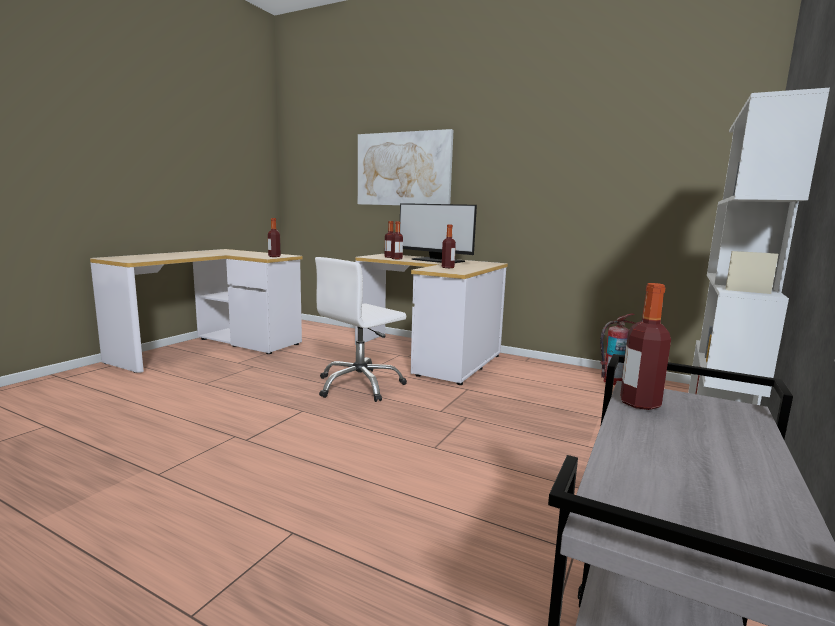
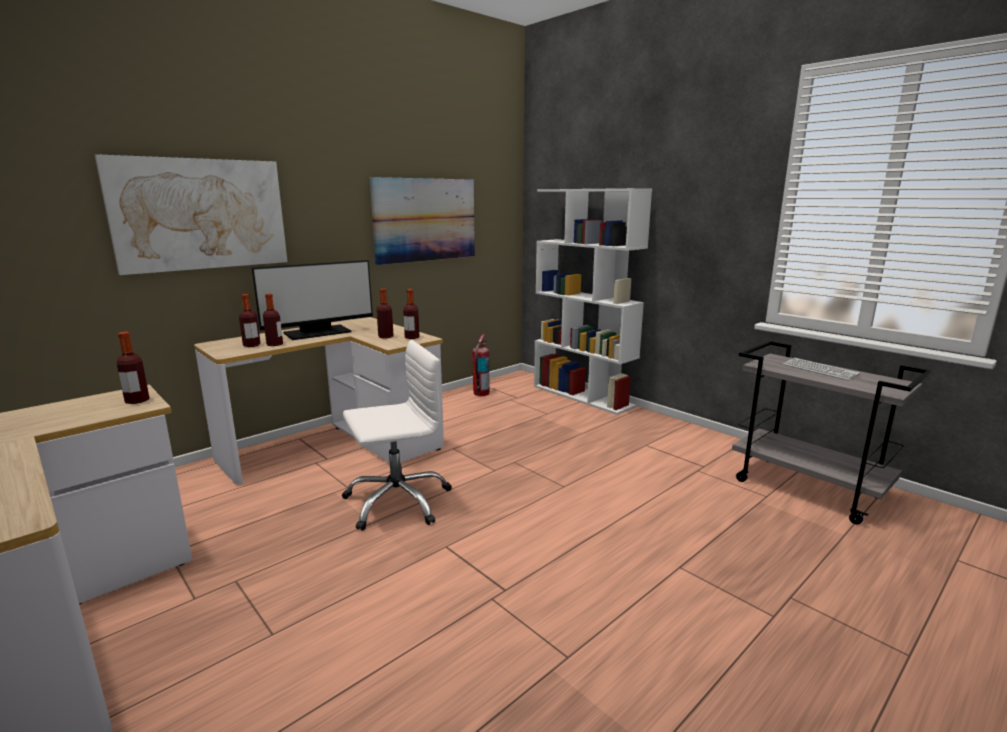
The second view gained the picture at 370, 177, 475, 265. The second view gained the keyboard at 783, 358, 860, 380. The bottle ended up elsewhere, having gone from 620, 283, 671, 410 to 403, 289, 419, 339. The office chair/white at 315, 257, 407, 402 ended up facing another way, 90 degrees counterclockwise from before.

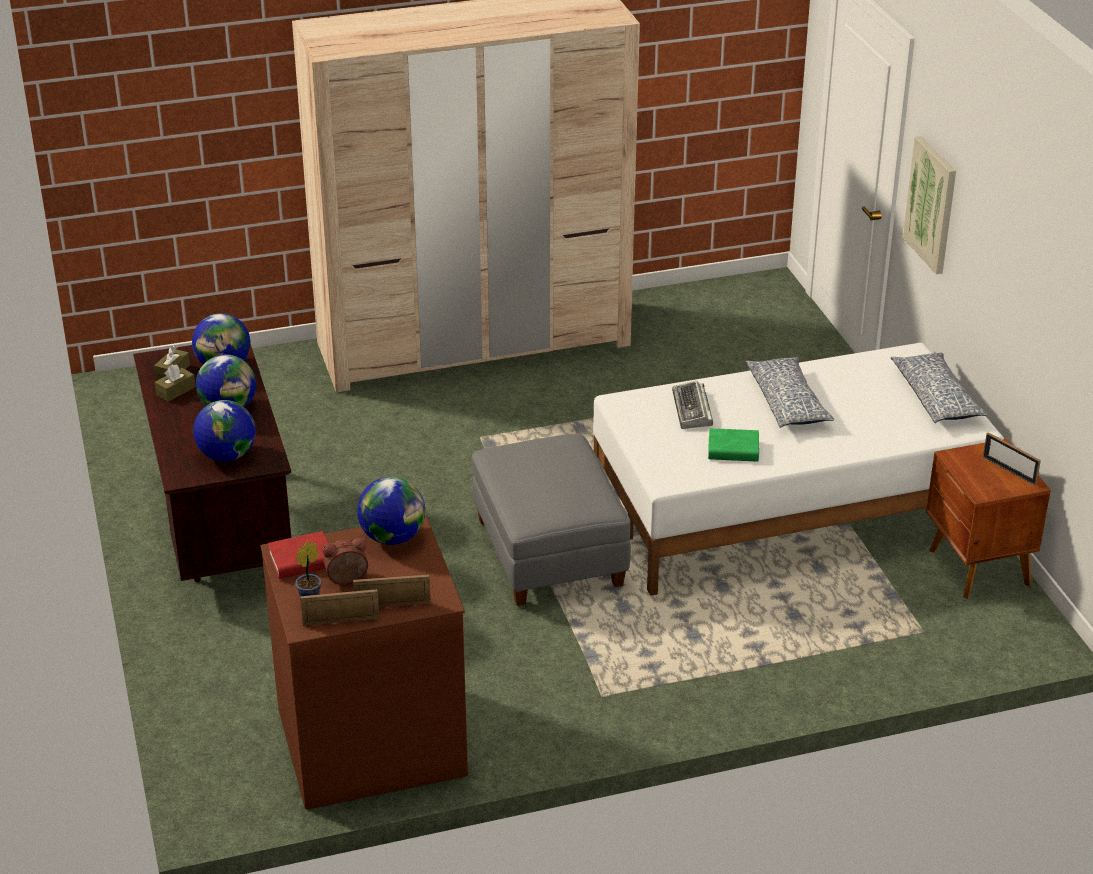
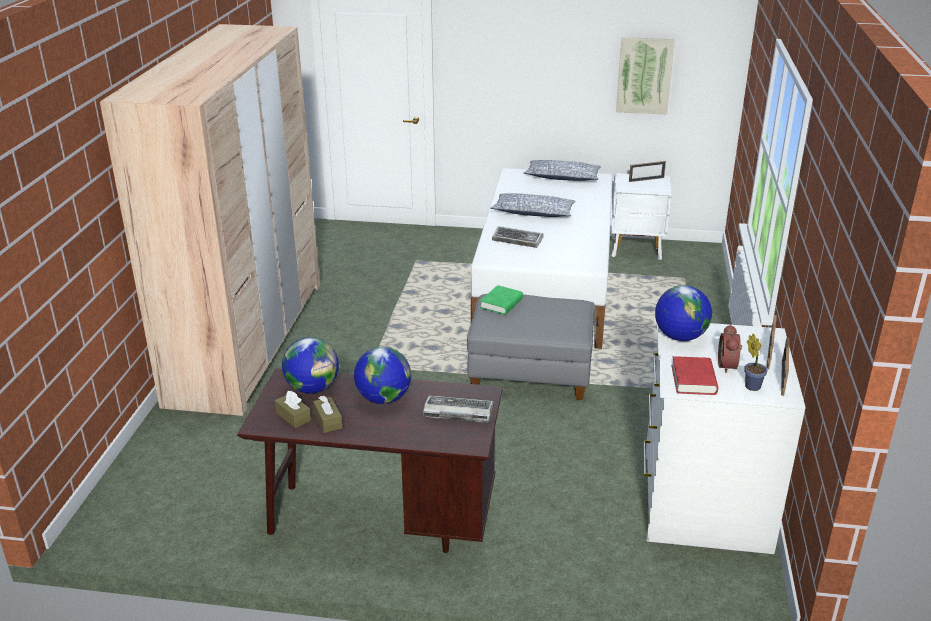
The book/green ended up elsewhere, having gone from 708, 428, 759, 462 to 480, 285, 523, 315. The picture ended up elsewhere, having gone from 903, 136, 956, 274 to 616, 37, 675, 115. Where the globe stood at 193, 400, 256, 462, the keyboard came to stand at 423, 395, 494, 423. What was the dresser/brown at 260, 516, 468, 810 turned into the dresser/white at 643, 323, 806, 554. What was the nightstand/brown at 926, 439, 1051, 599 turned into the nightstand/white at 611, 173, 671, 260.

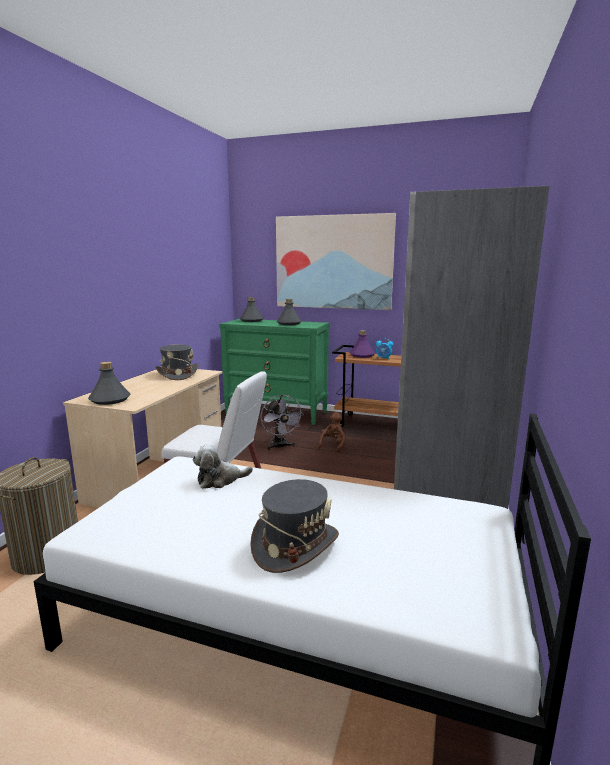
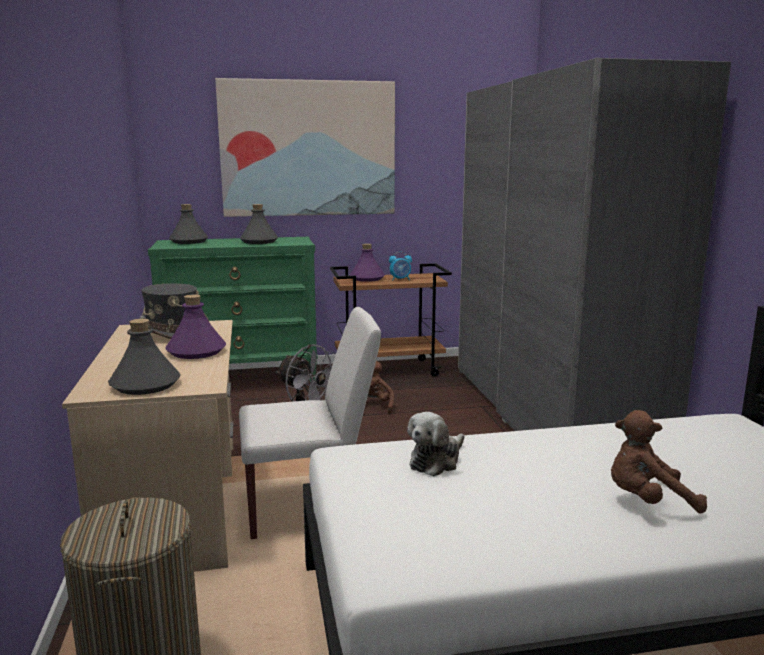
The second view gained the bottle/purple at 165, 294, 226, 359. Where the hat/grey stood at 250, 479, 339, 573, the plush toy/brown came to stand at 611, 410, 707, 513.

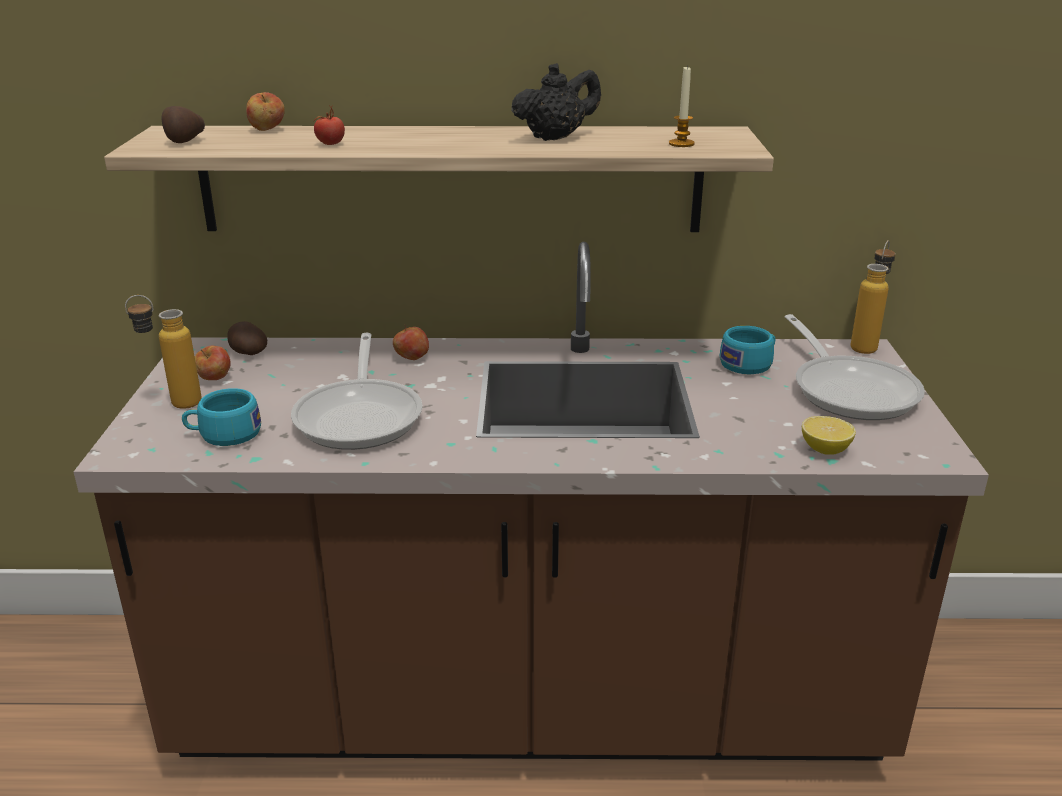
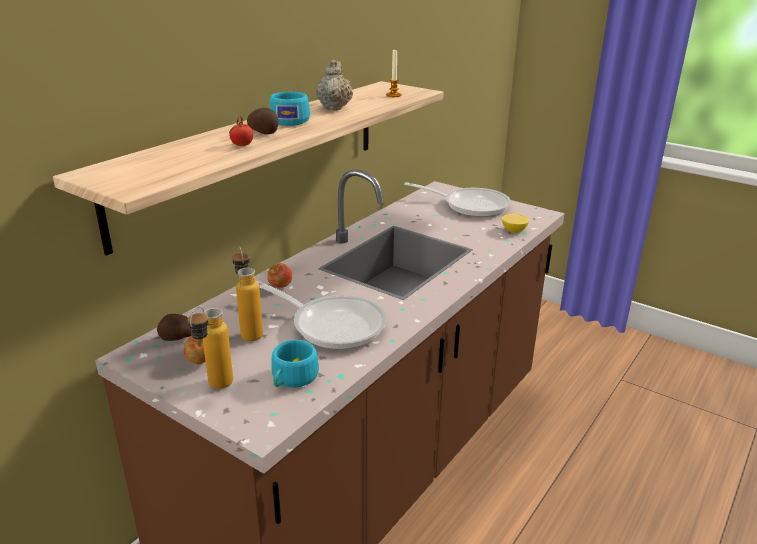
The second view lost the apple at 246, 92, 285, 131. The potato ended up elsewhere, having gone from 162, 106, 205, 143 to 247, 107, 278, 134. The cup/turquoise ended up elsewhere, having gone from 719, 326, 775, 374 to 269, 92, 310, 126. The bottle ended up elsewhere, having gone from 851, 240, 896, 354 to 232, 247, 263, 341. What was the teapot/black at 511, 63, 601, 141 turned into the teapot/beige at 316, 59, 353, 110.

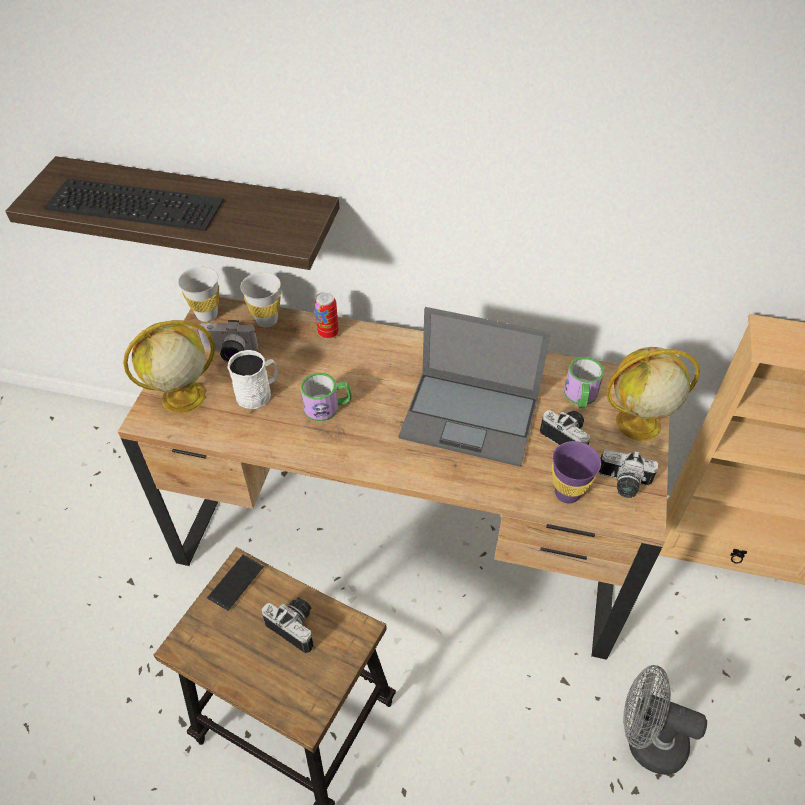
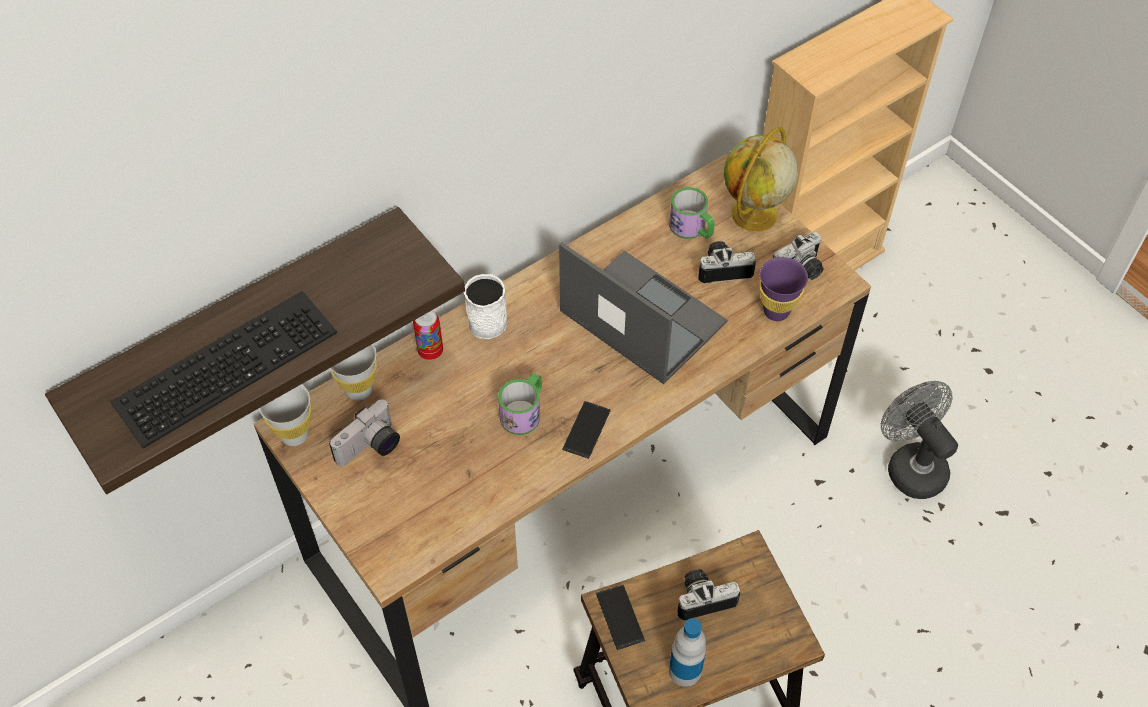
The second view lost the globe at 123, 320, 215, 414. The second view gained the phone at 562, 401, 611, 459. The second view gained the bottle at 669, 618, 706, 687. The mug/white ended up elsewhere, having gone from 228, 350, 278, 409 to 464, 274, 508, 339. The laptop at 399, 307, 551, 467 ended up facing another way, 105 degrees counterclockwise from before. The fan/grey at 623, 665, 707, 775 ended up facing another way, 90 degrees clockwise from before.

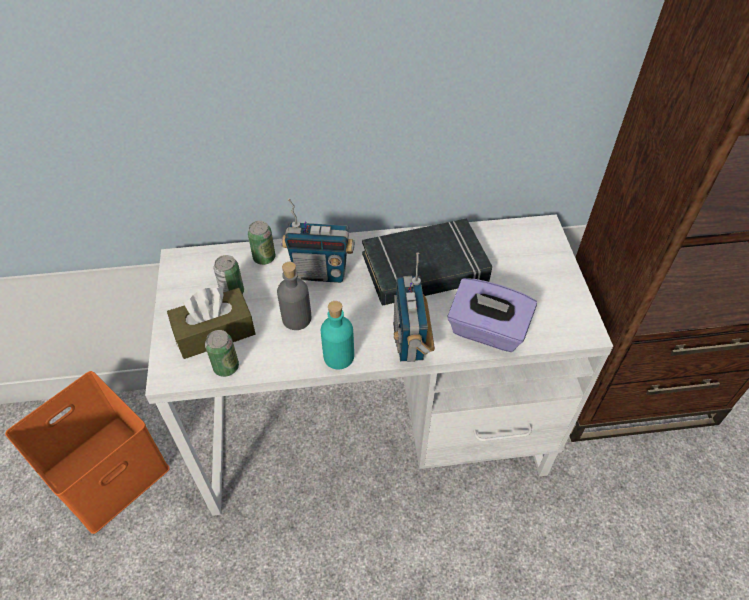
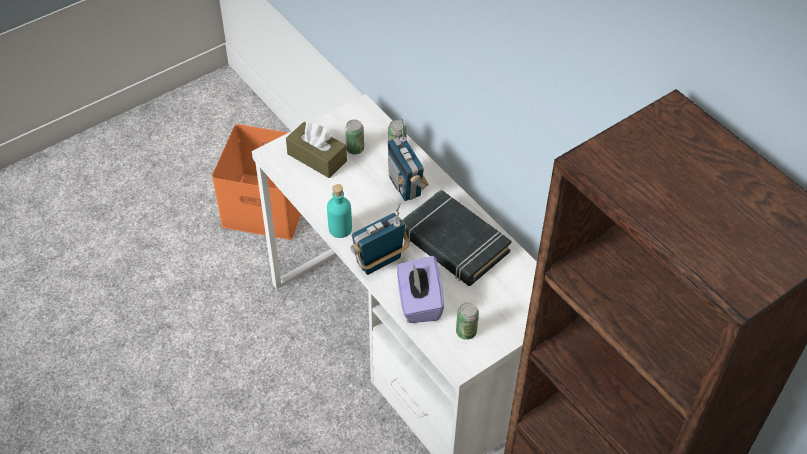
The second view lost the bottle/grey at 277, 262, 311, 330. The can ended up elsewhere, having gone from 205, 330, 239, 377 to 456, 302, 479, 340.

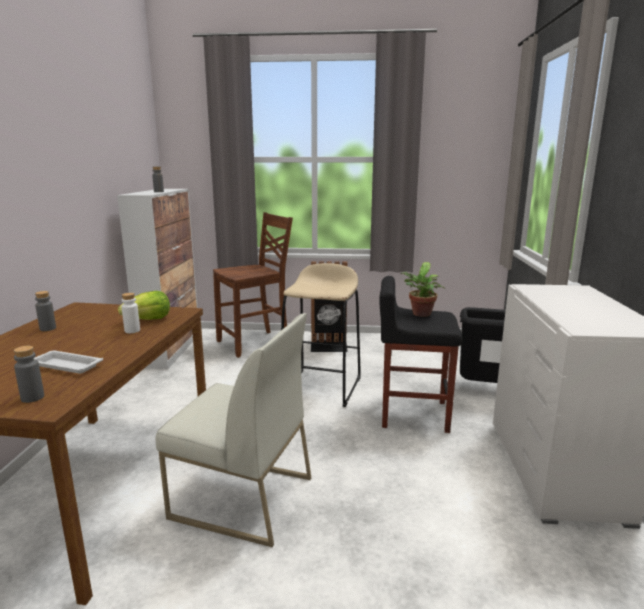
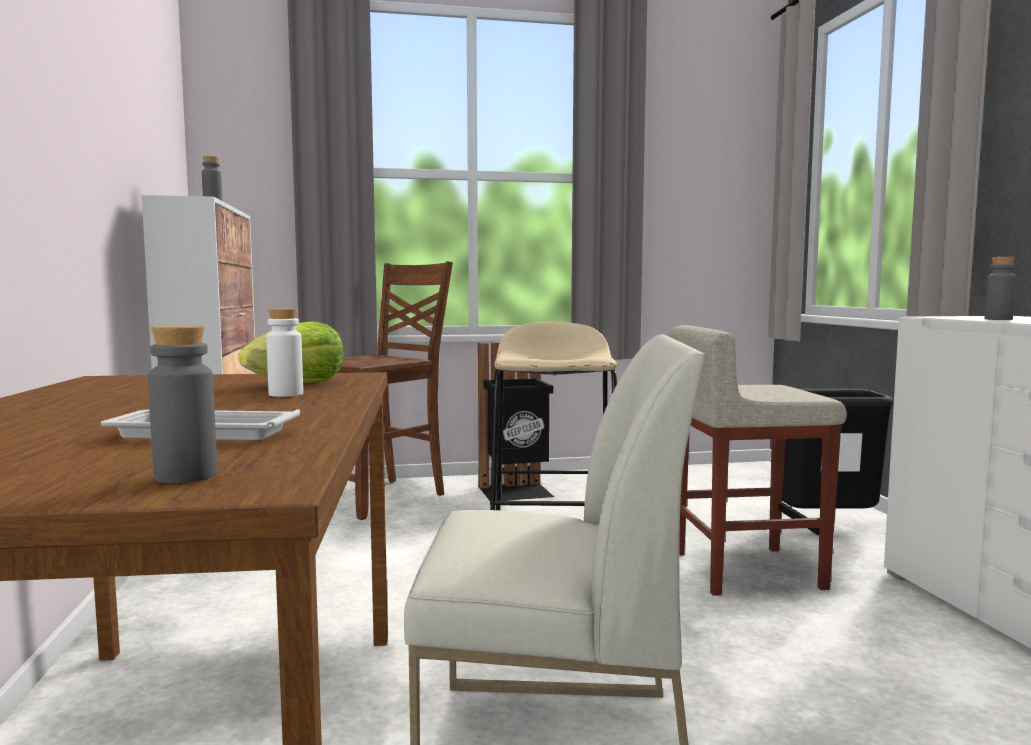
The second view lost the potted plant at 400, 262, 445, 317. The bottle/grey ended up elsewhere, having gone from 35, 291, 56, 331 to 984, 257, 1016, 320. What was the stool/black at 379, 276, 462, 433 turned into the stool/beige at 668, 325, 847, 596.

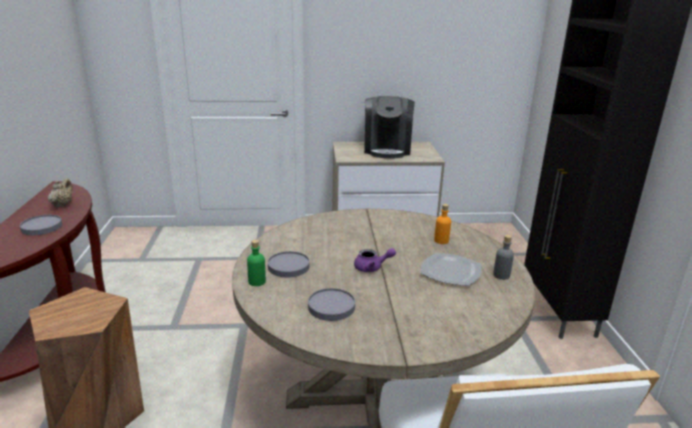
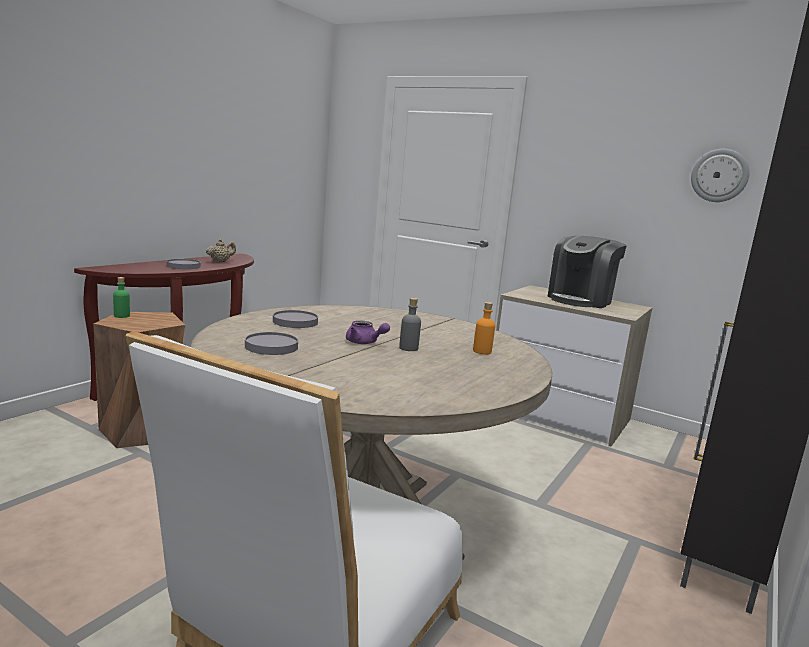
The second view lost the plate at 420, 253, 482, 286. The second view gained the wall clock at 691, 149, 750, 202. The bottle/green ended up elsewhere, having gone from 247, 240, 266, 286 to 113, 277, 130, 318. The bottle/grey ended up elsewhere, having gone from 493, 235, 514, 280 to 399, 298, 421, 351.

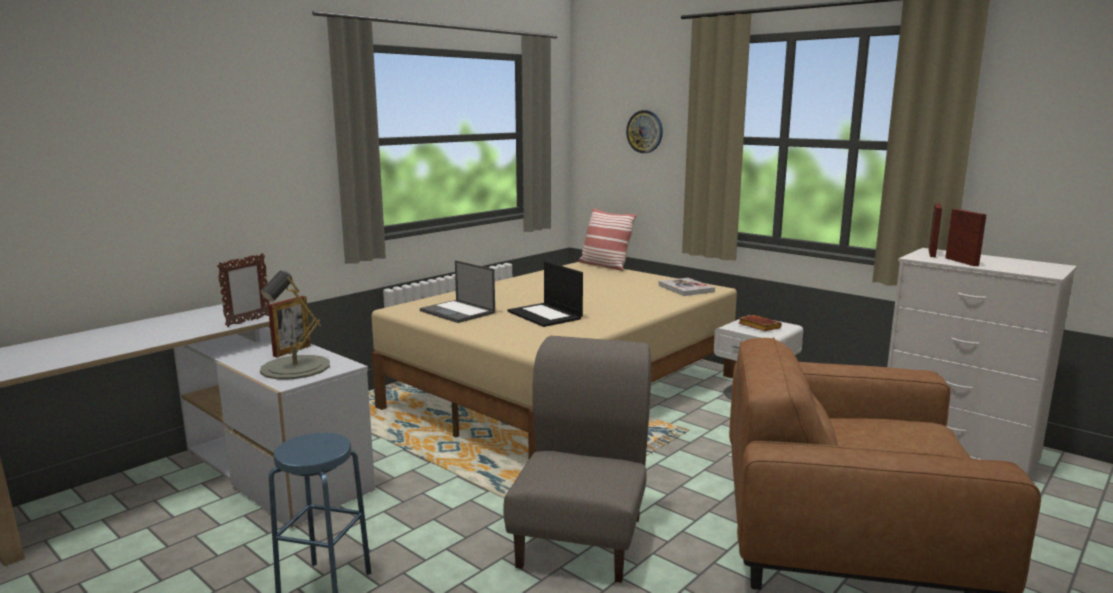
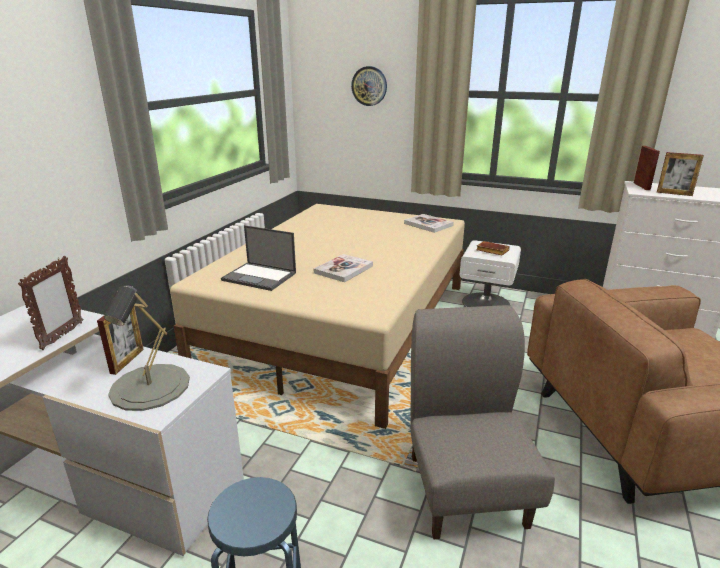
The second view lost the pillow at 579, 208, 637, 271. Where the laptop stood at 508, 261, 583, 327, the book came to stand at 314, 254, 373, 282. The picture frame at 945, 209, 987, 266 ended up facing another way, 150 degrees clockwise from before.

